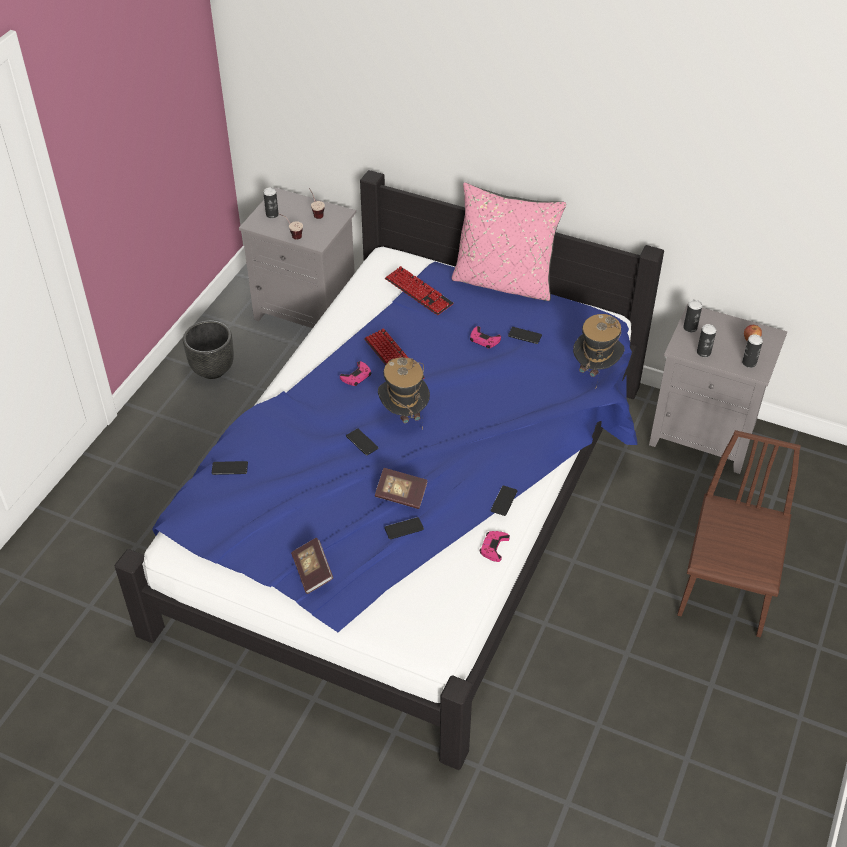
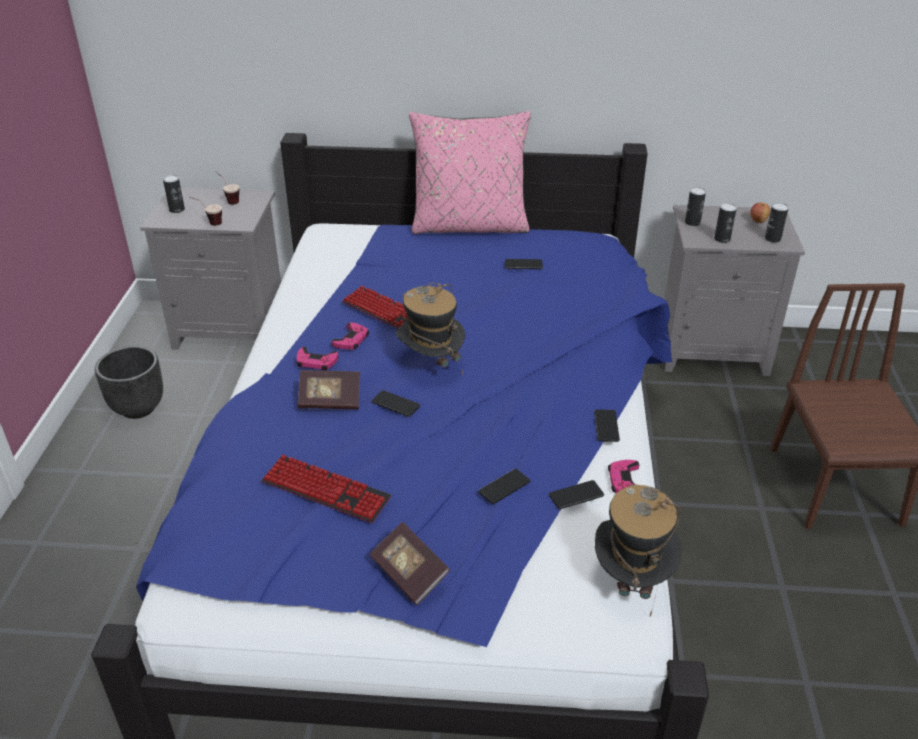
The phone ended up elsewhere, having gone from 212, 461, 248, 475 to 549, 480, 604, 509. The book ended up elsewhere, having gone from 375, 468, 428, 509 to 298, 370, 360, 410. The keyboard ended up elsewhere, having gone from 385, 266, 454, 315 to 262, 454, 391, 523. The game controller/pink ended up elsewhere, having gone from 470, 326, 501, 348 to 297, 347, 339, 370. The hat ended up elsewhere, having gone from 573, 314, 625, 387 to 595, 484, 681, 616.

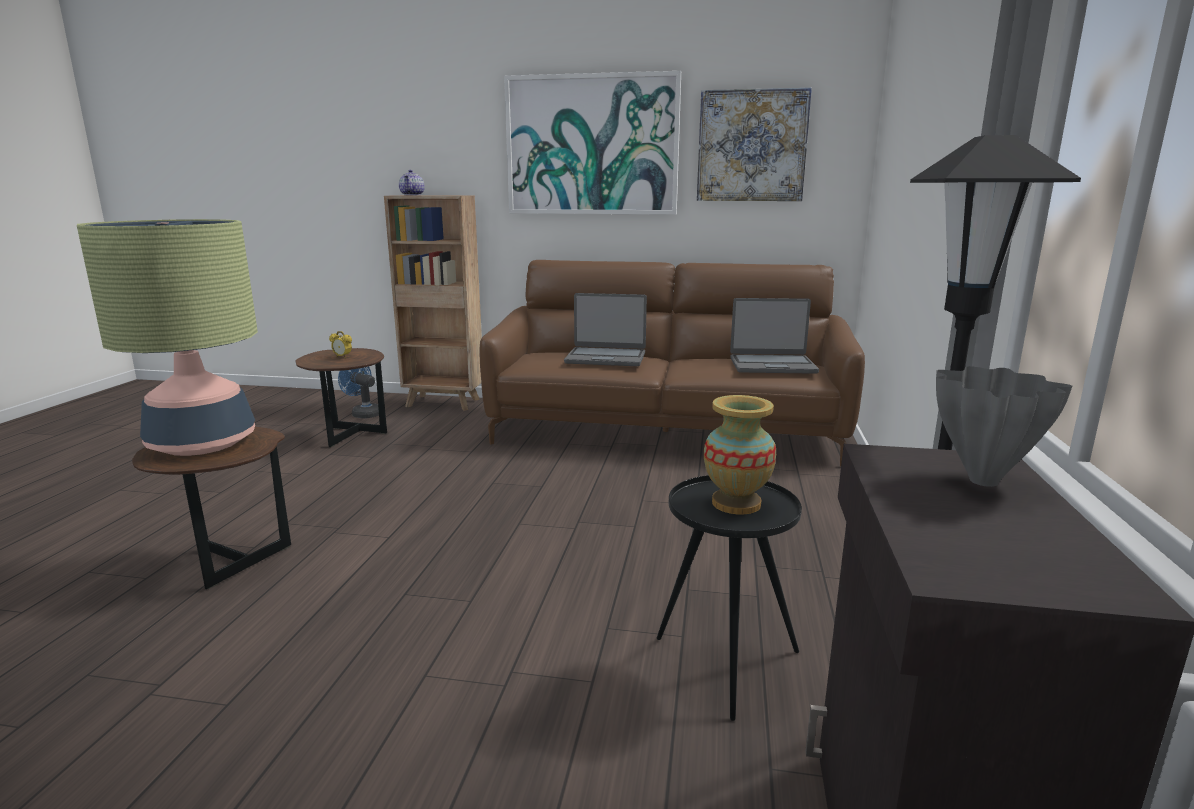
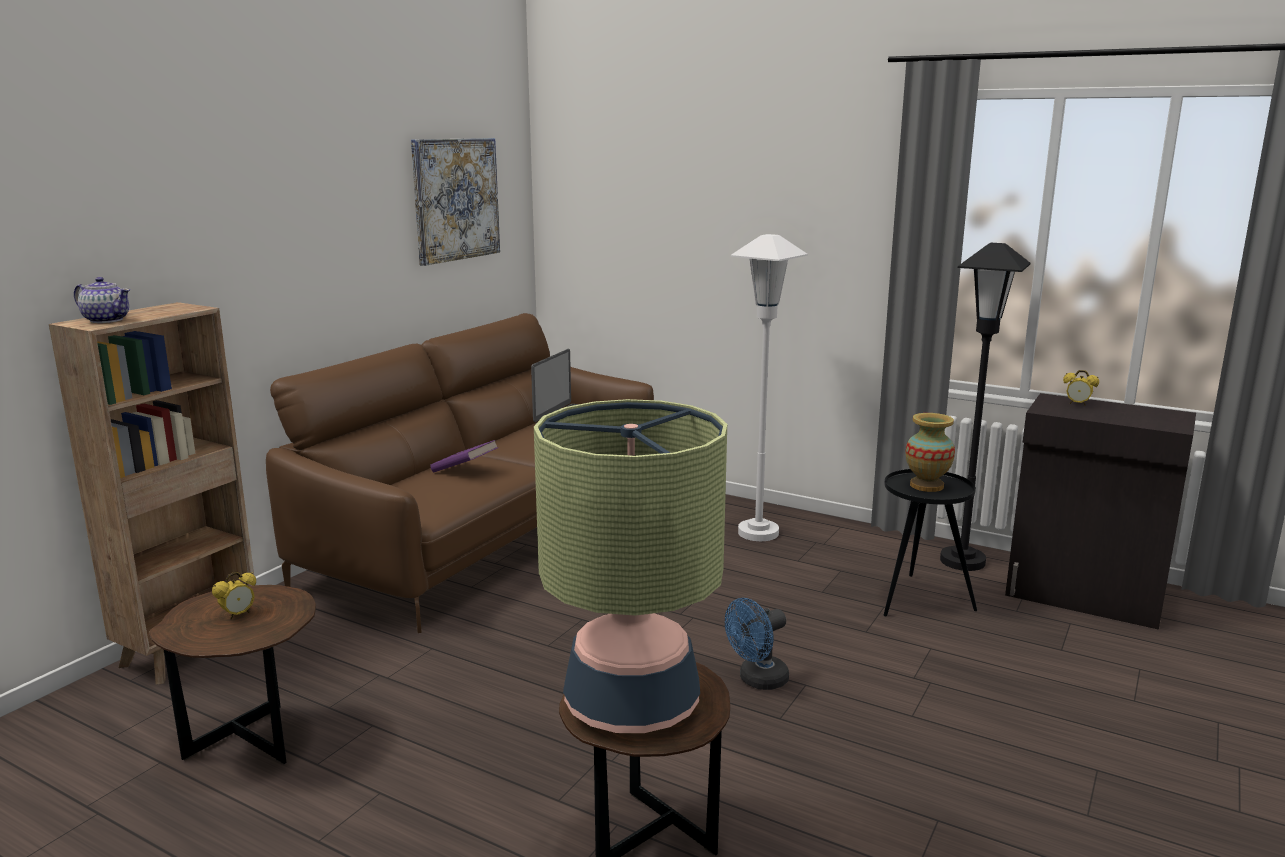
The second view lost the picture at 504, 71, 681, 215. The second view gained the floor lamp/white at 731, 234, 808, 541. The fan/blue ended up elsewhere, having gone from 338, 367, 379, 418 to 725, 598, 789, 690. Where the laptop stood at 564, 293, 647, 366, the book/purple came to stand at 430, 440, 499, 472. Where the vase/grey stood at 936, 366, 1072, 487, the alarm clock came to stand at 1063, 370, 1099, 406.

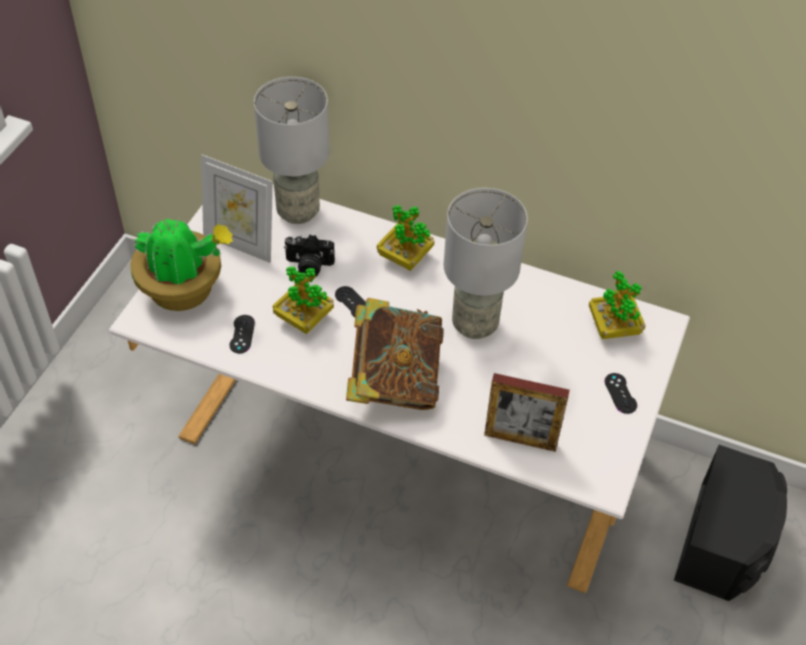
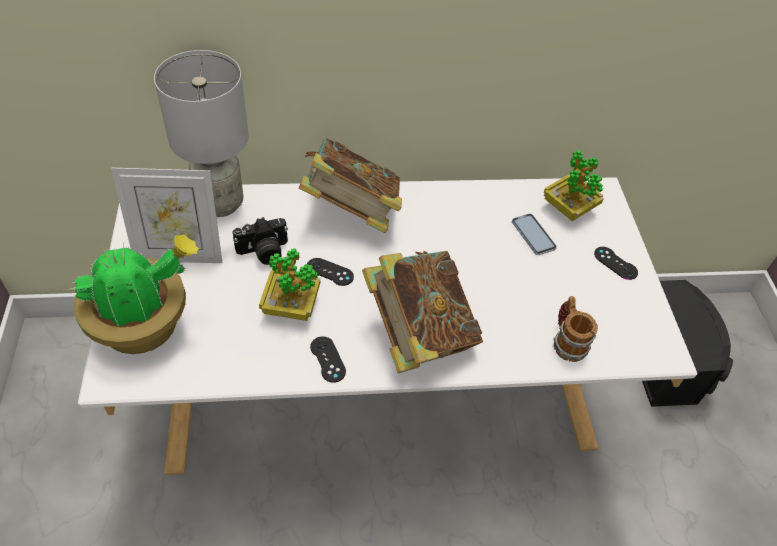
The second view lost the table lamp/grey at 444, 188, 528, 339. The second view gained the phone at 512, 214, 557, 255. The game controller/black ended up elsewhere, having gone from 229, 315, 255, 353 to 310, 336, 346, 383. Where the potted plant stood at 377, 205, 434, 271, the book came to stand at 299, 138, 402, 233. Where the picture frame stood at 484, 373, 570, 452, the mug came to stand at 553, 296, 598, 362.

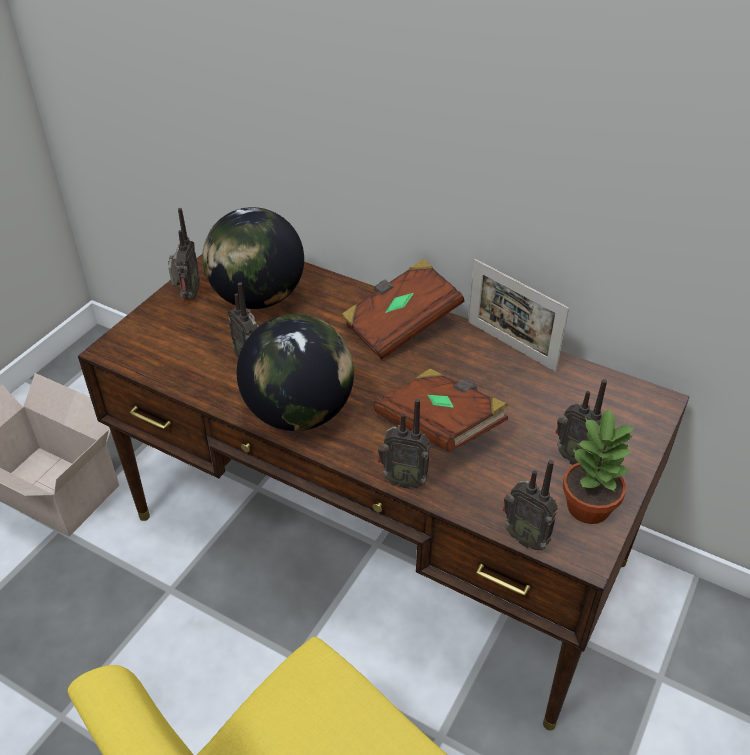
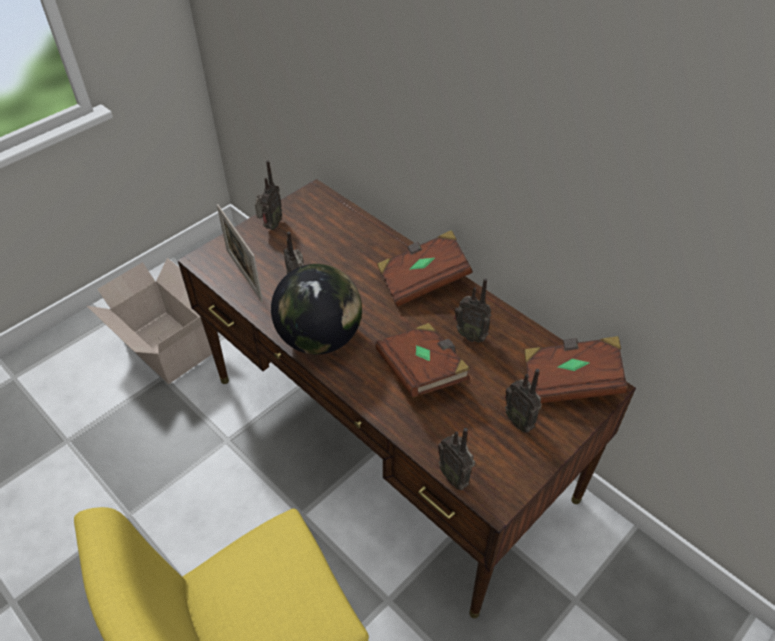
The second view lost the globe at 202, 207, 304, 309. The second view lost the potted plant at 563, 407, 635, 524. The second view gained the book/brown at 524, 336, 628, 403. The radio ended up elsewhere, having gone from 378, 399, 430, 489 to 454, 278, 491, 343. The picture frame ended up elsewhere, having gone from 468, 259, 569, 372 to 217, 204, 263, 302.

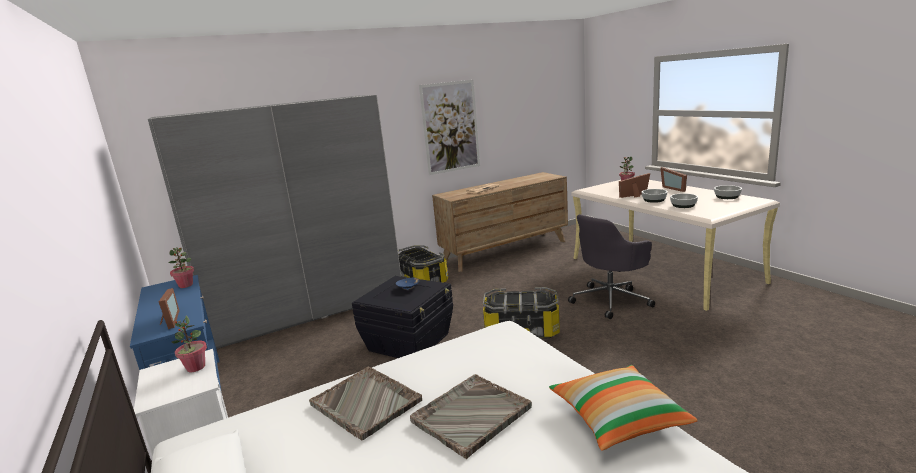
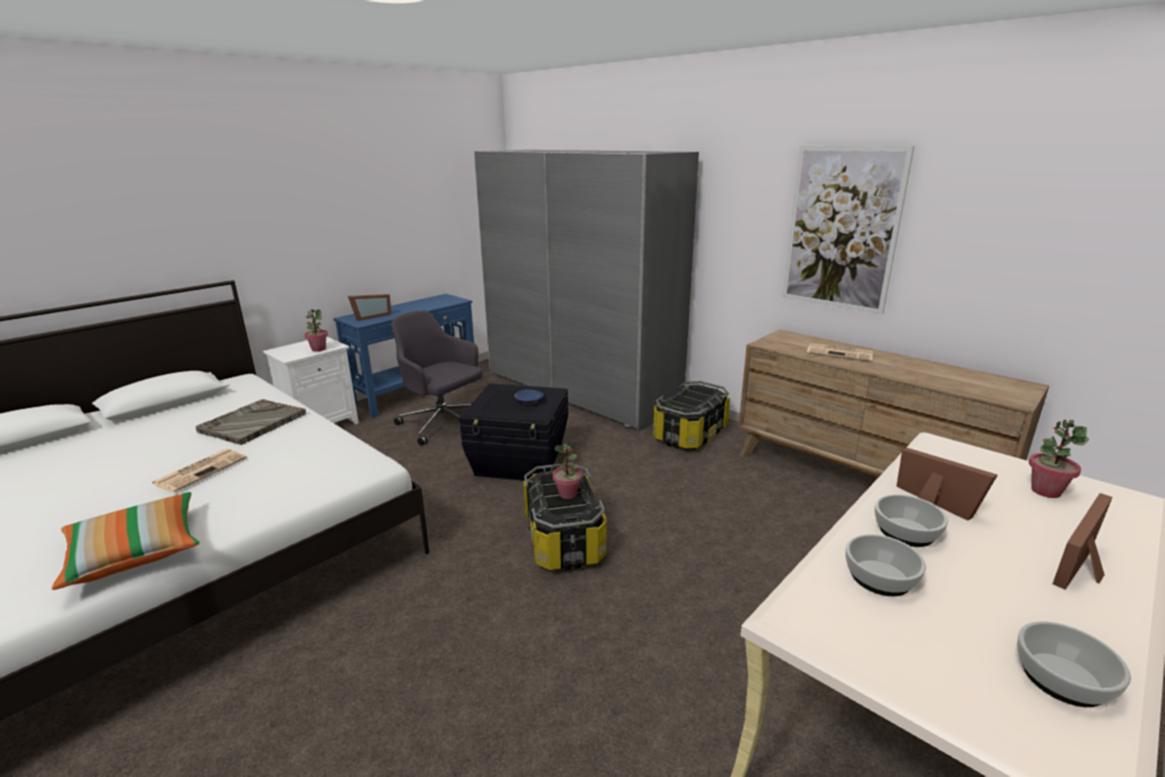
The potted plant ended up elsewhere, having gone from 169, 247, 194, 288 to 553, 444, 582, 499. The office chair/grey ended up elsewhere, having gone from 568, 214, 655, 319 to 391, 310, 483, 446. Where the tray/grey stood at 410, 374, 532, 459, the newspaper came to stand at 152, 449, 247, 493.

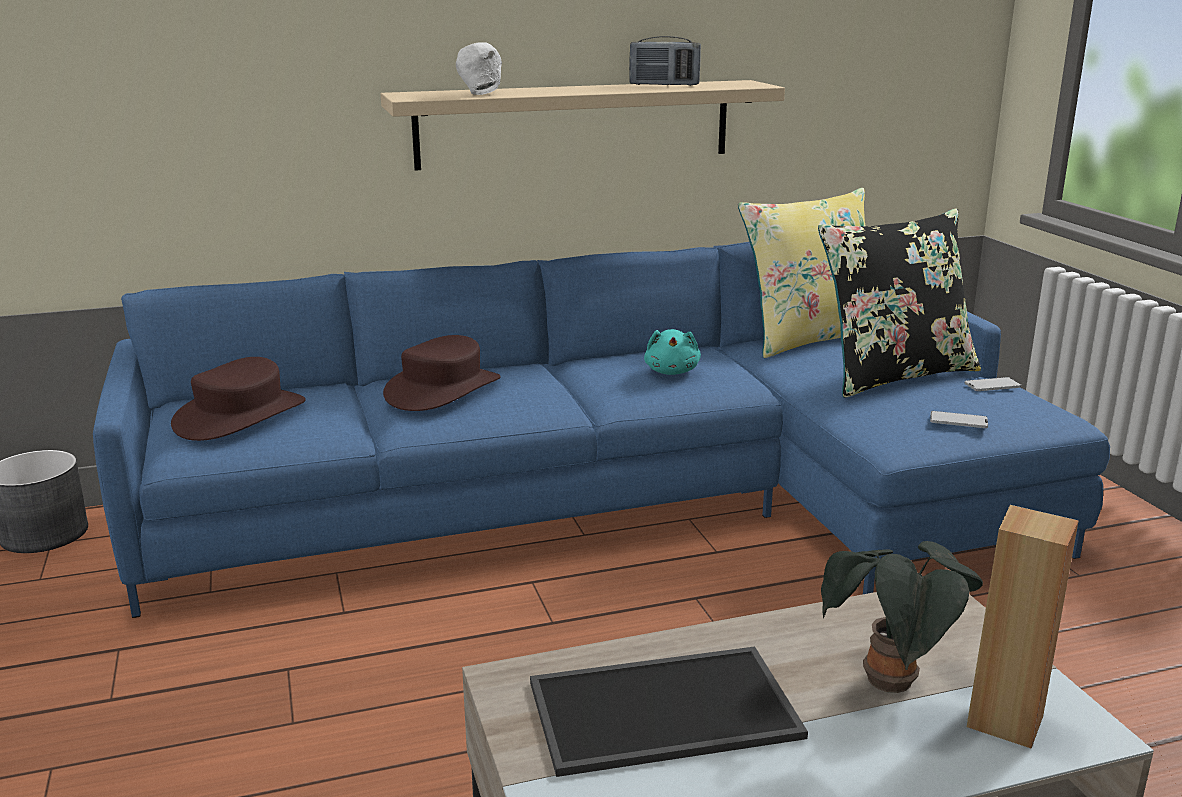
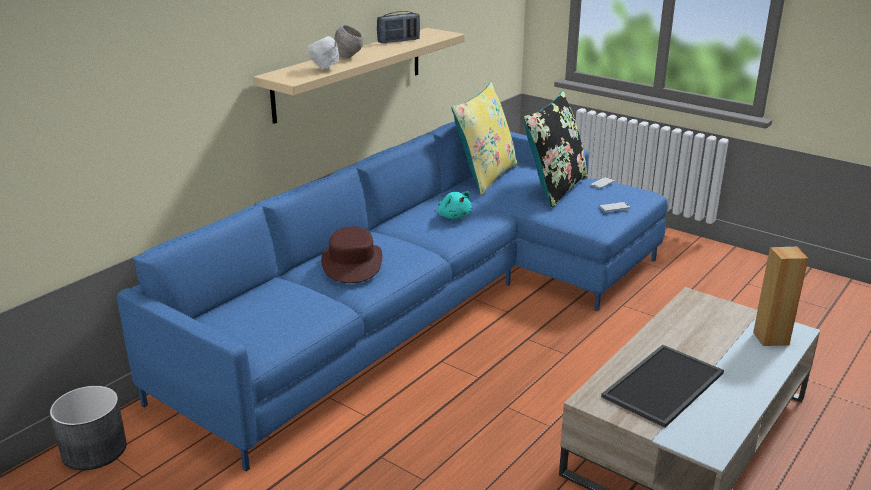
The second view lost the hat/brown at 171, 357, 306, 441. The second view lost the potted plant at 821, 541, 983, 693. The second view gained the bowl/grey at 334, 25, 363, 59.

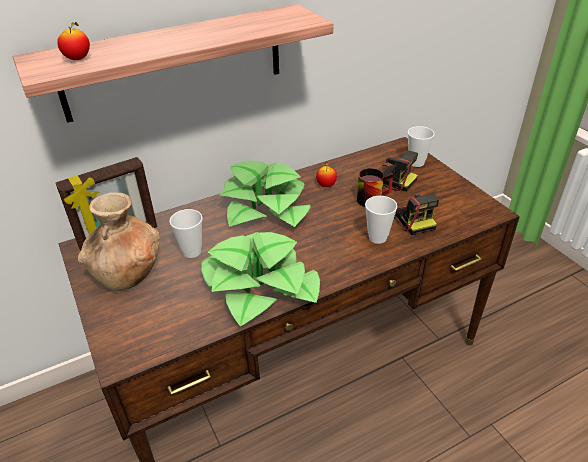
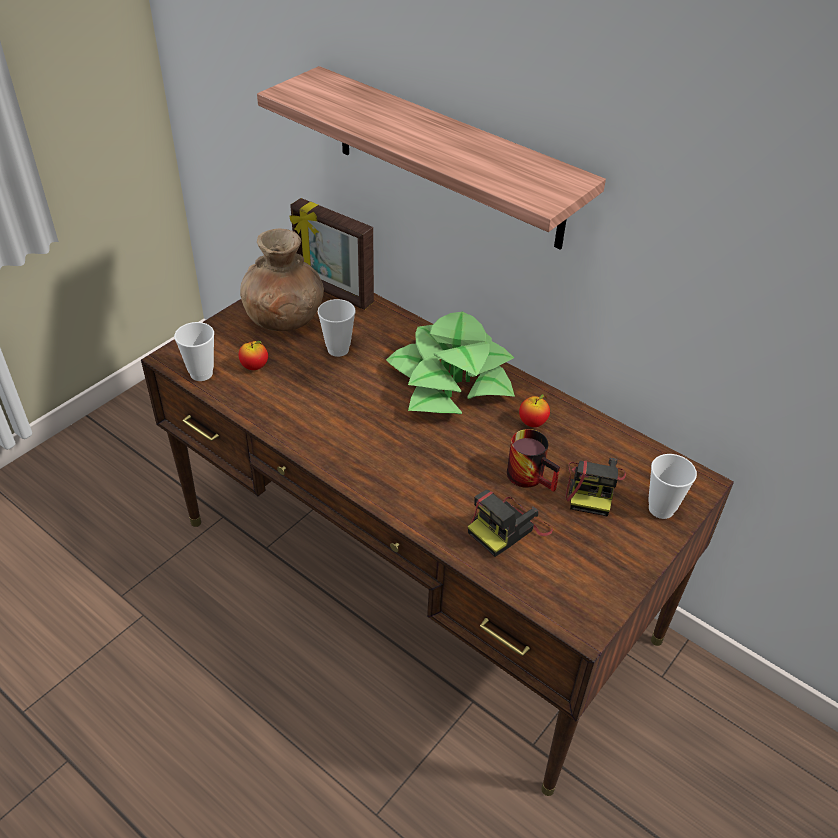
The second view lost the potted plant at 201, 232, 320, 327. The apple ended up elsewhere, having gone from 57, 22, 90, 60 to 239, 341, 268, 370. The cup ended up elsewhere, having gone from 365, 196, 397, 244 to 174, 322, 214, 381.

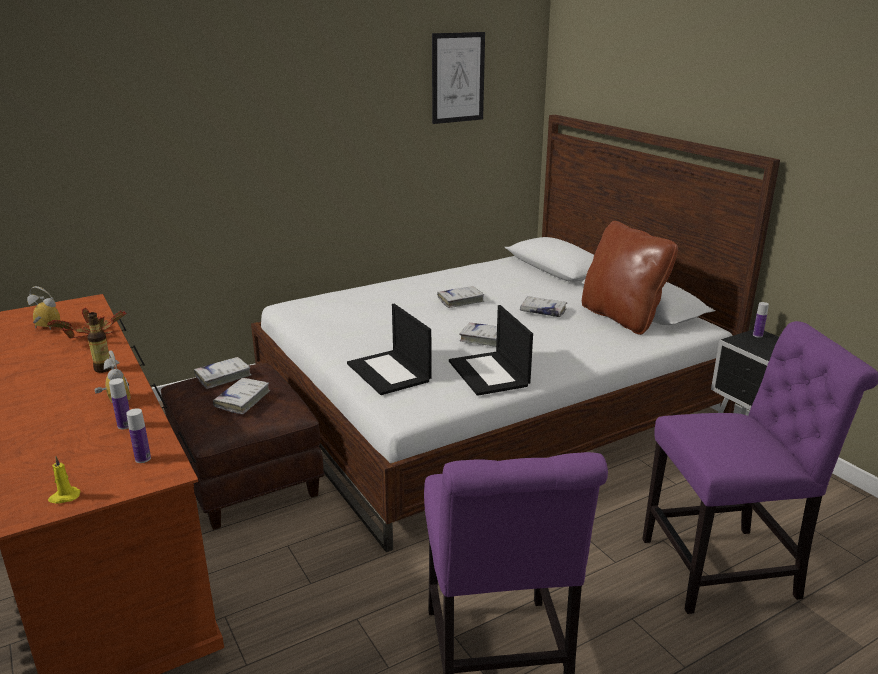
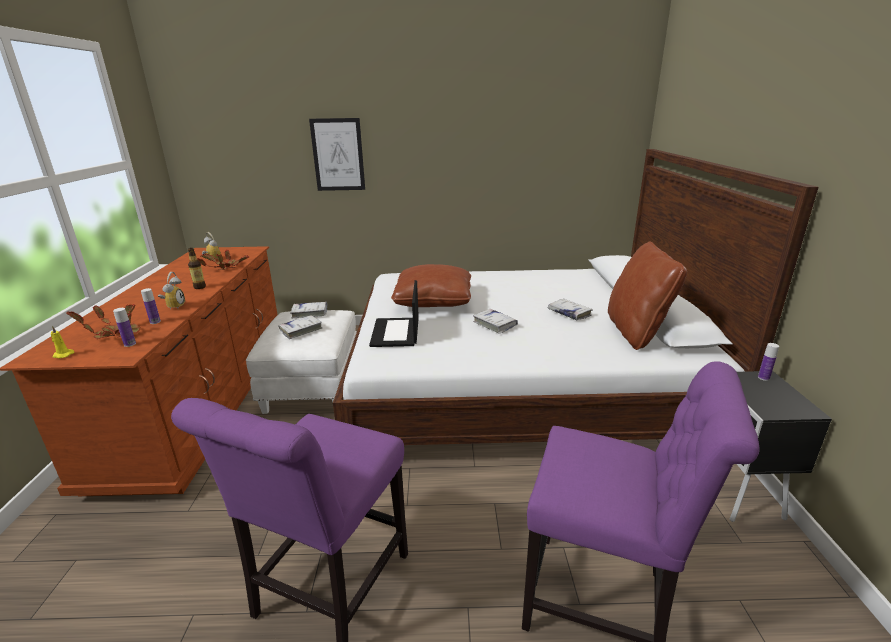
The second view lost the book/white at 437, 286, 485, 308. The second view lost the laptop at 449, 305, 533, 396. The second view gained the potted plant at 66, 303, 140, 339. The second view gained the pillow/brown at 391, 264, 471, 307. The picture ended up elsewhere, having gone from 432, 32, 485, 124 to 309, 118, 365, 191. What was the ottoman/brown at 161, 363, 325, 530 turned into the ottoman/white at 246, 310, 357, 414.

